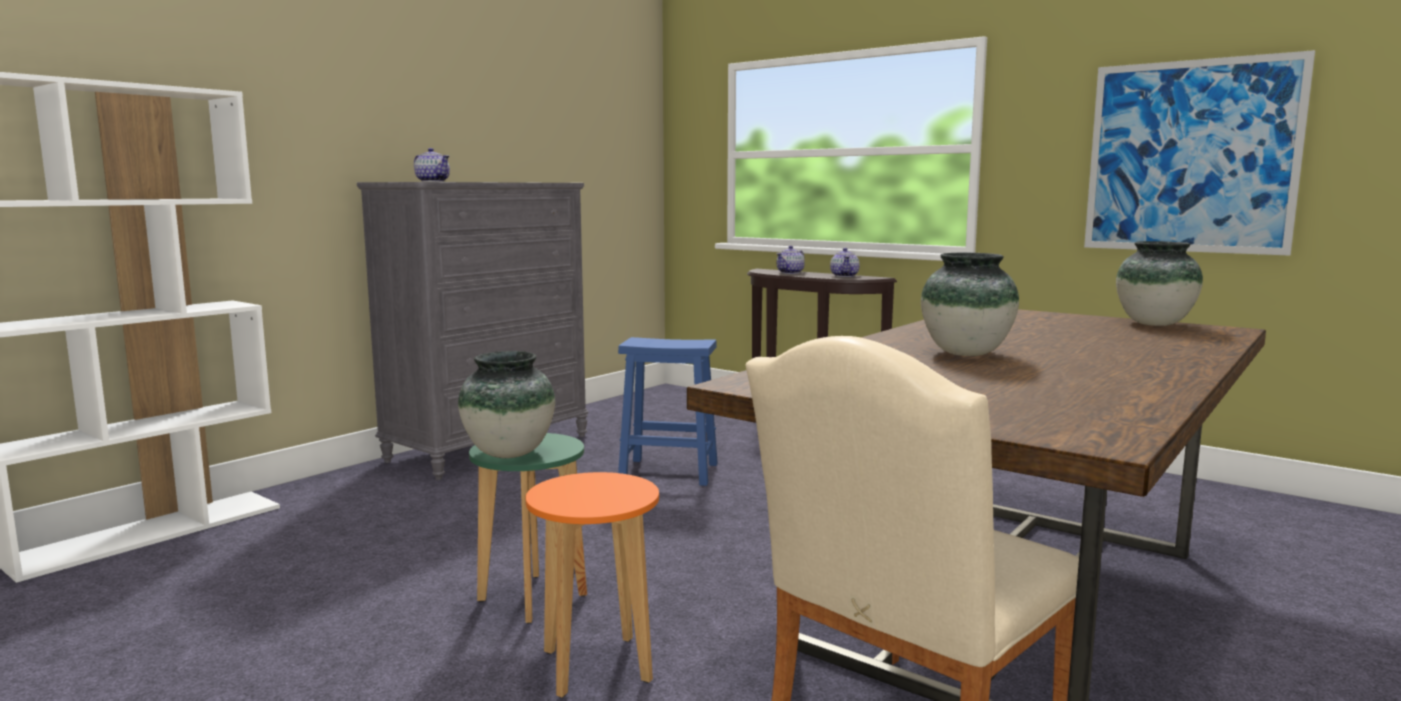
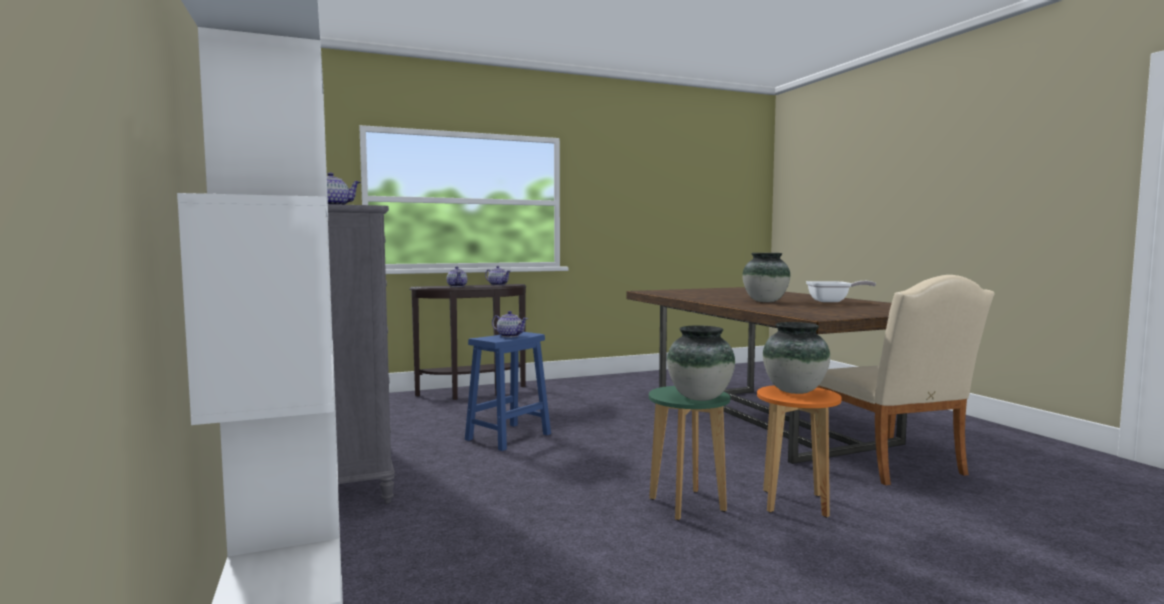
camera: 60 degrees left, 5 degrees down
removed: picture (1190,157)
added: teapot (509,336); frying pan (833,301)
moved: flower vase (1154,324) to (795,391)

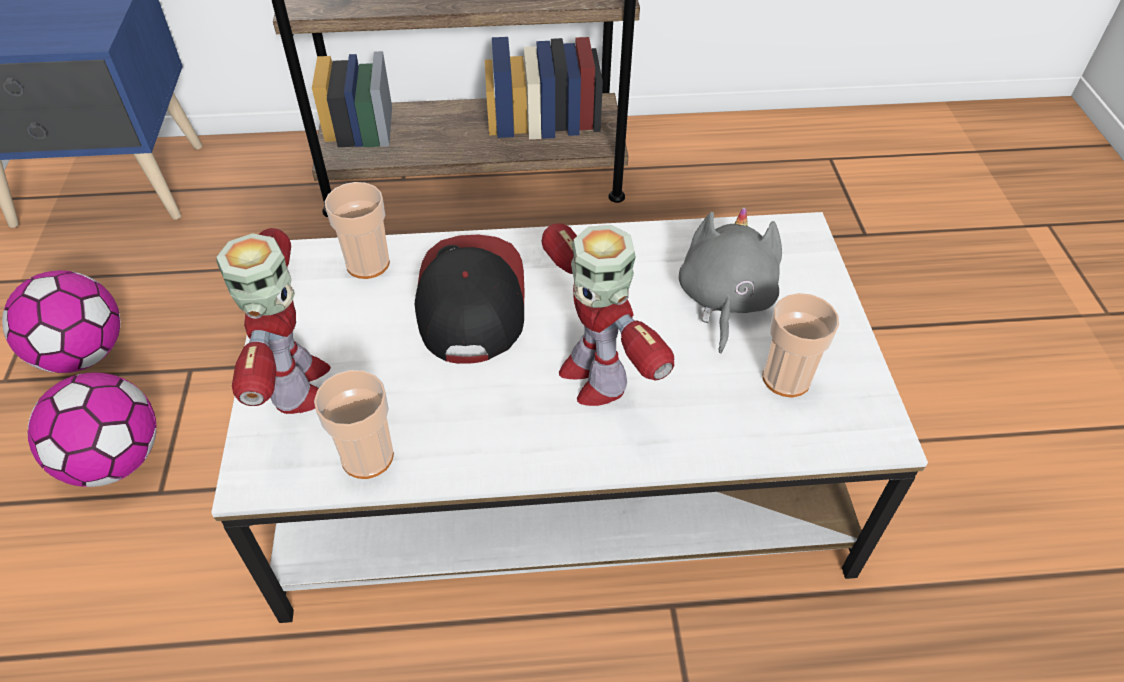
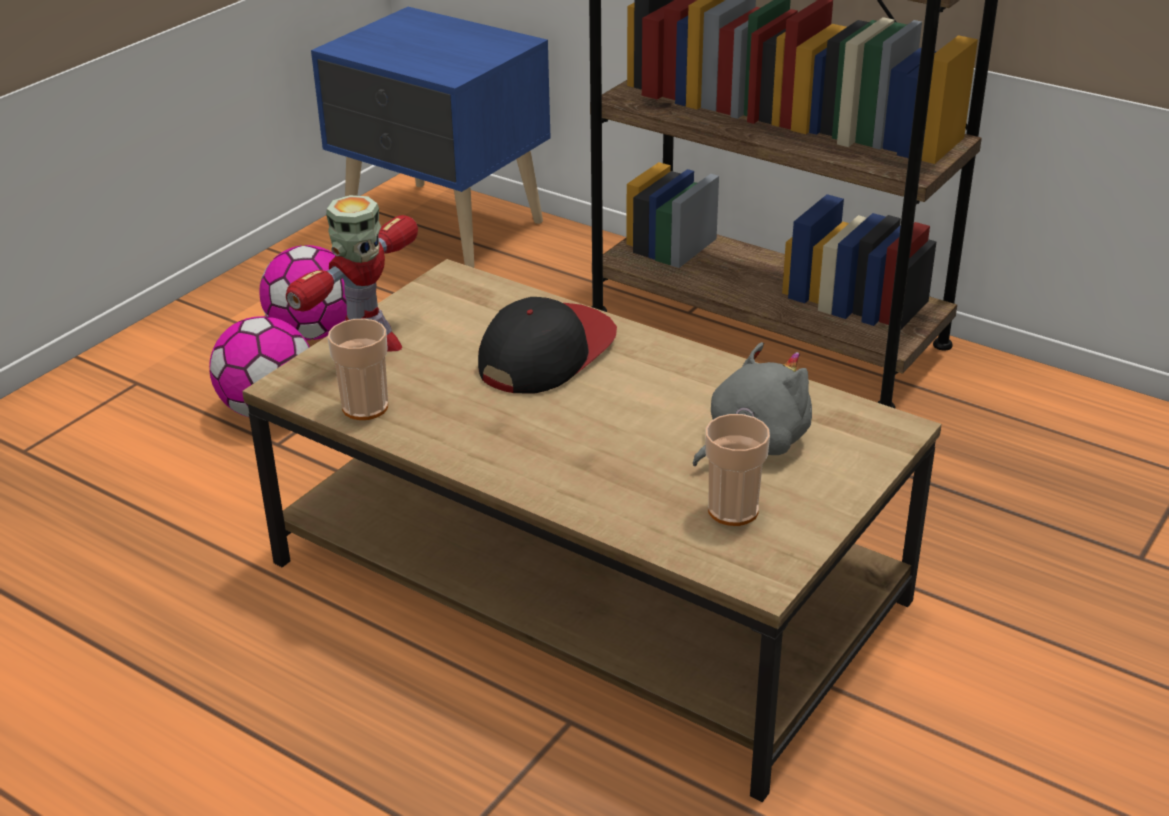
camera: 40 degrees right, 15 degrees down
removed: small cup (367,263); model robot (593,376)
recoloured: white coffee table (556,468) to brown coffee table (582,580)

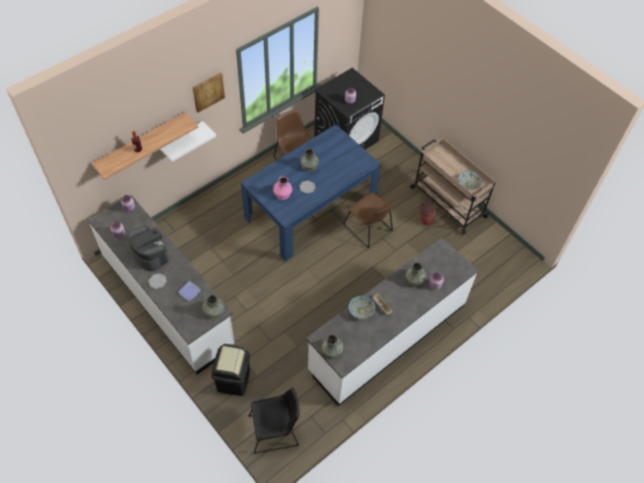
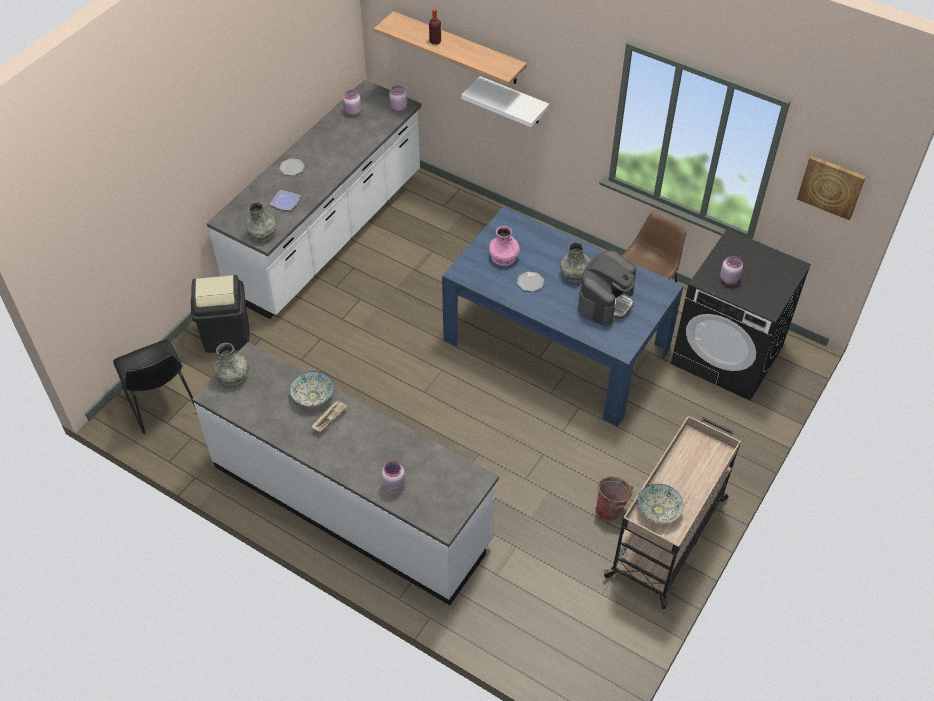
camera: 75 degrees right, 5 degrees down
removed: brown upright chair (369,229); grey flower vase (414,279)
moved: coffee maker (150,254) to (605,301); picture (208,91) to (831,186)

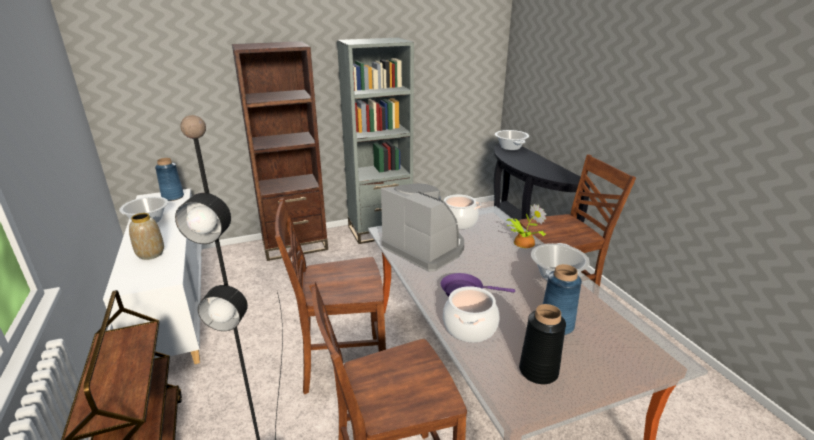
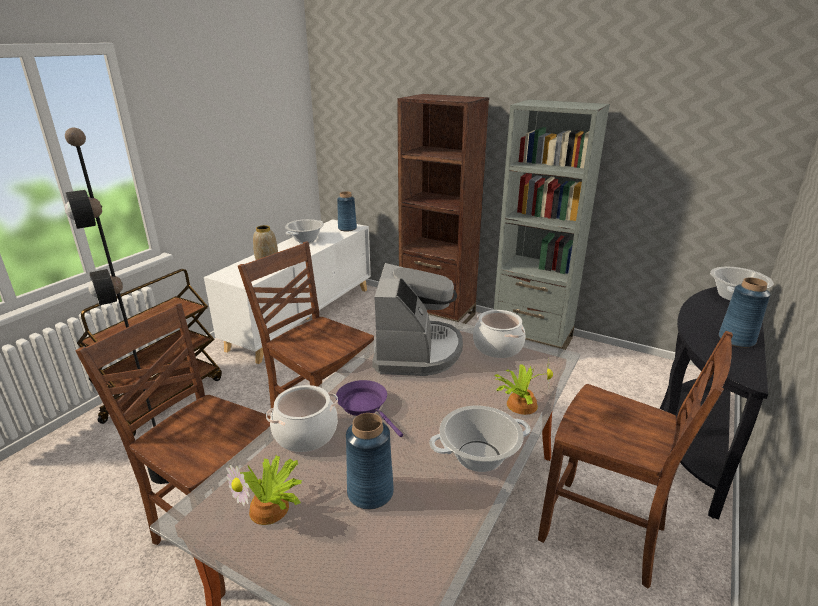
camera: 50 degrees right, 0 degrees up
added: blue-coloured flower vase (736,340)
replaced: black-coloured flower vase (538,371) to potted plant (272,508)

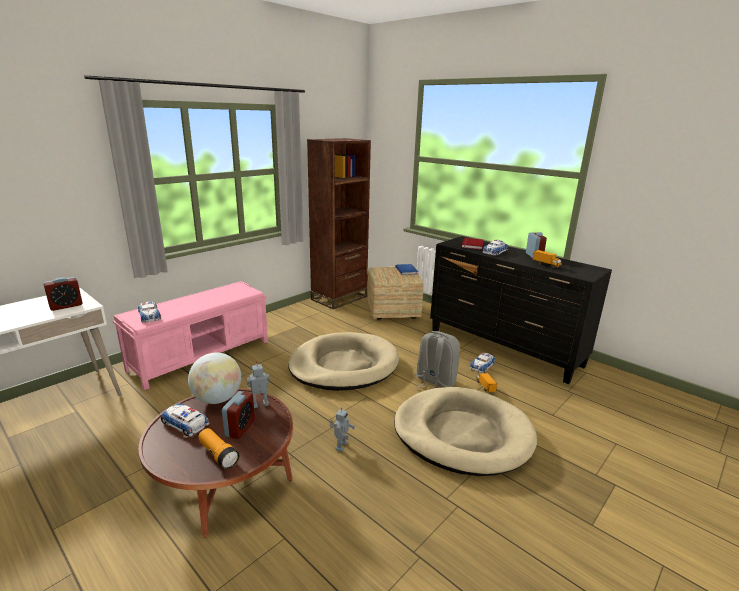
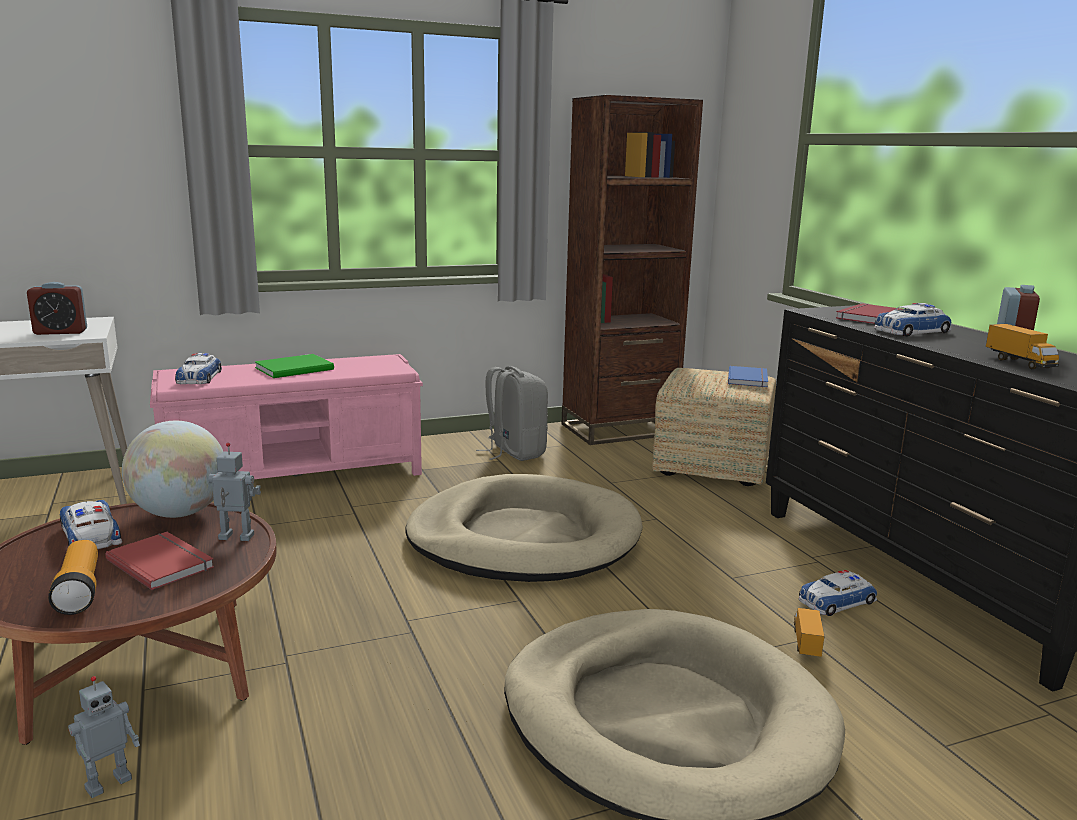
camera: 25 degrees right, 5 degrees down
added: green-coloured book (297,368)
moved: model robot (340,446) to (108,783); grey rucksack (435,382) to (514,452)
replaced: bedside clock (240,428) to red-coloured book (163,562)

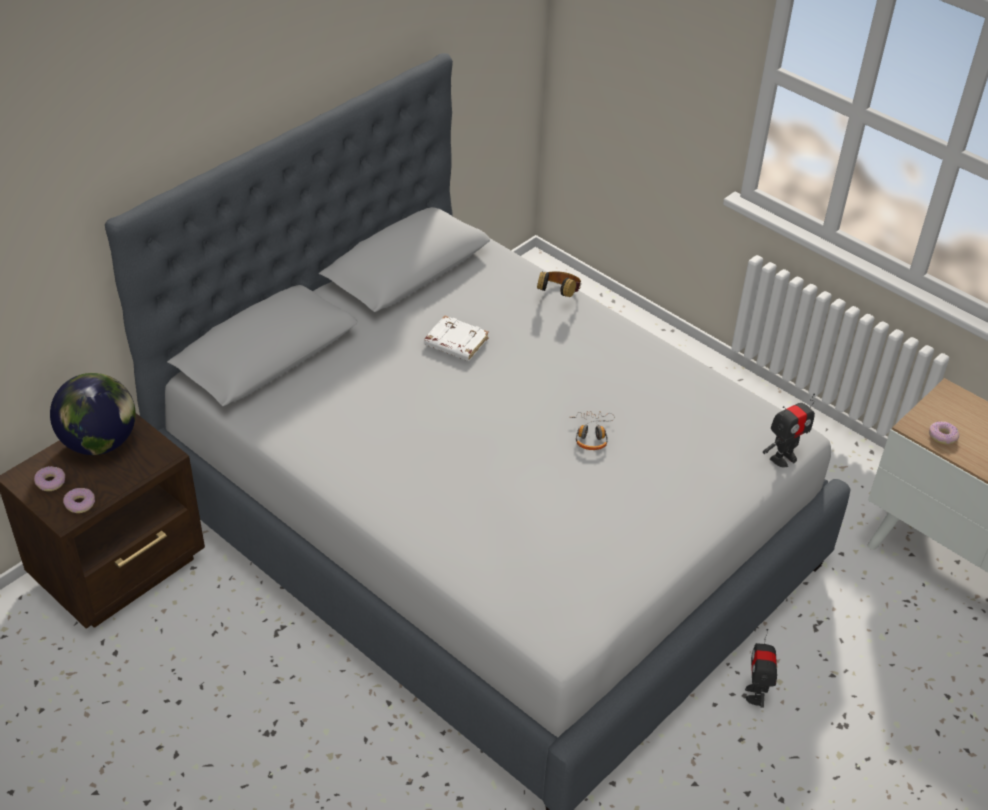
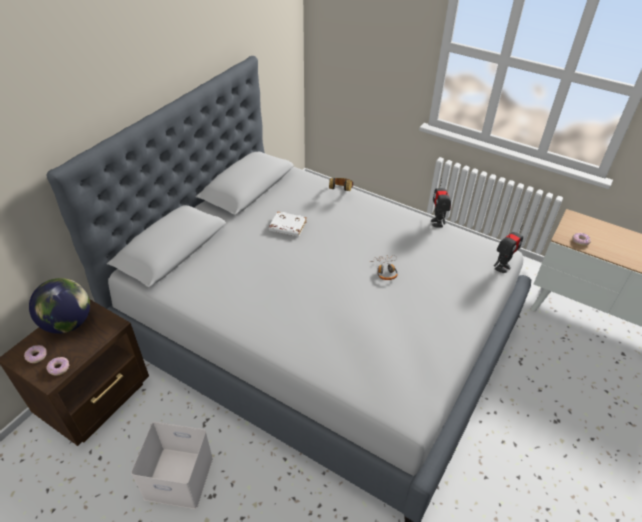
camera: 10 degrees left, 0 degrees up
added: white storage box (180,476)
moved: model robot (756,694) to (437,223)

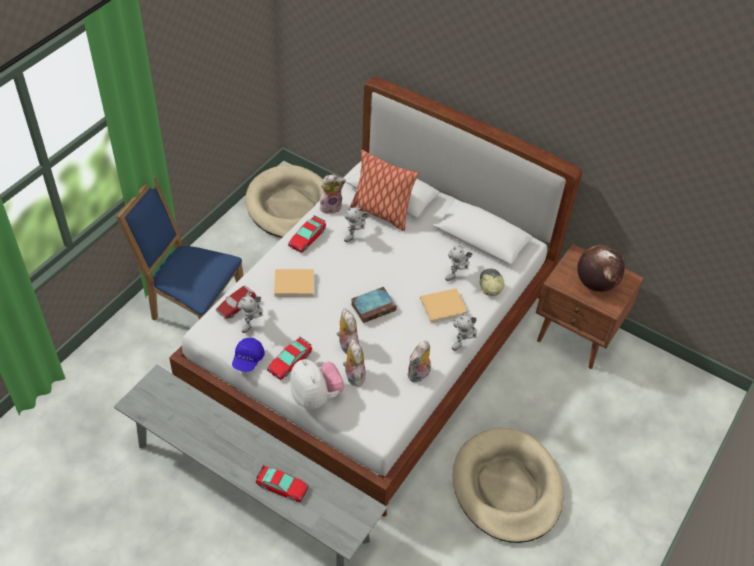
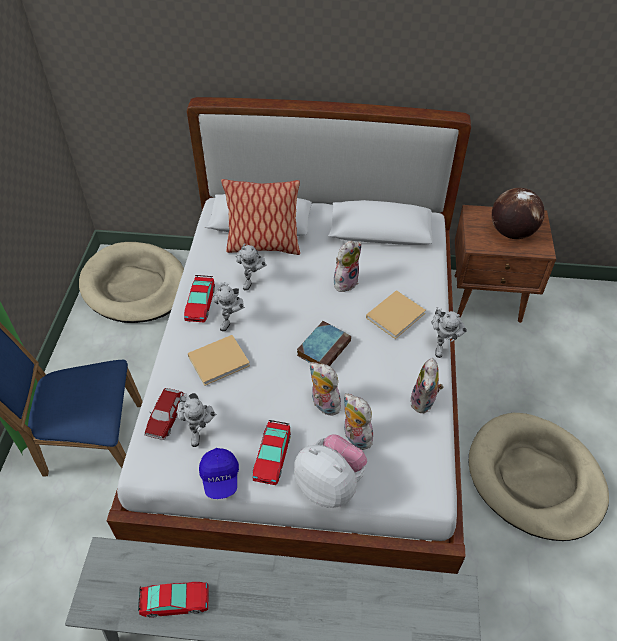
camera: 25 degrees left, 0 degrees up
removed: peaked cap (490,284)
moved: toy car (282,486) to (175,601); plush toy (331,206) to (345,281); model robot (458,275) to (232,319)

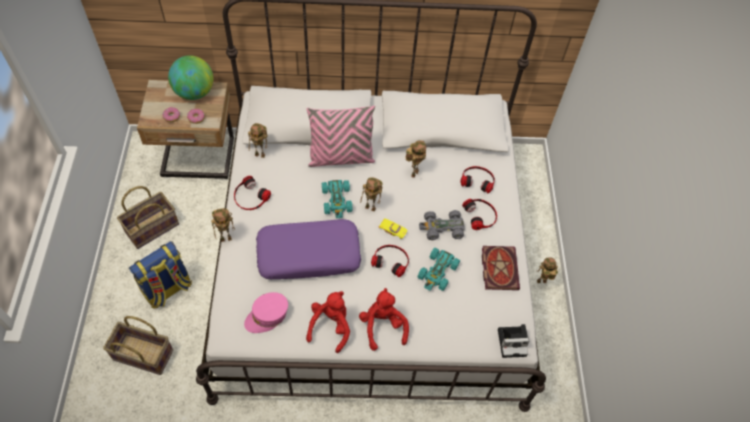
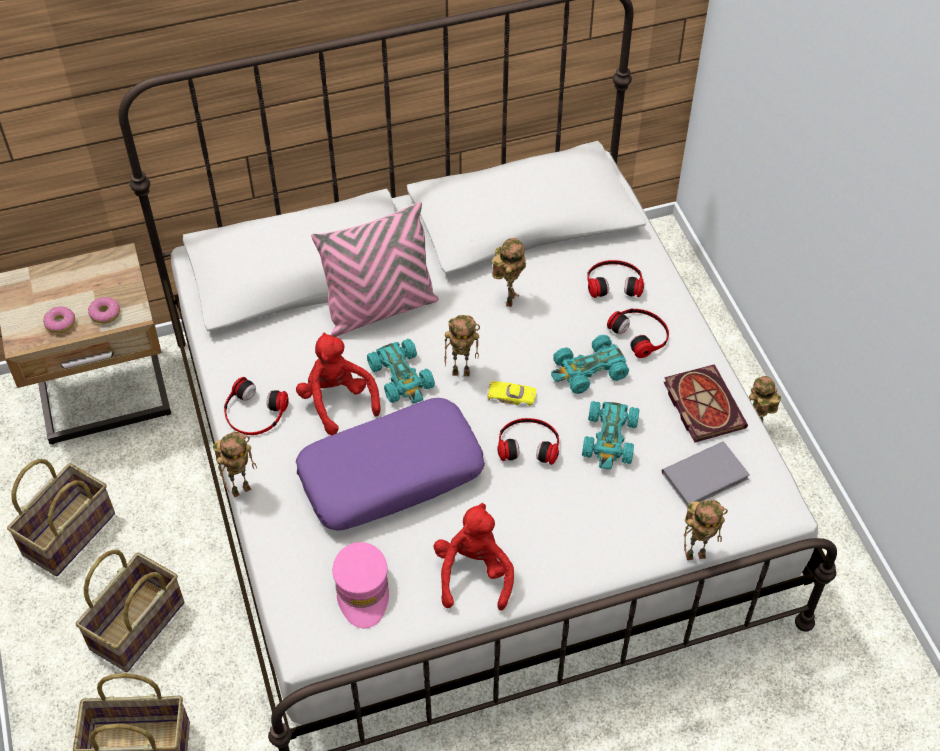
camera: 15 degrees left, 5 degrees down
removed: world globe (194,92); still camera (513,342)
added: grey book (706,477)
moved: model robot (261,154) to (696,554); red-coloured plush toy (383,326) to (337,401)
replaced: rucksack (167,289) to storage basket (138,627)
recoloured: grey toy car (442,228) to blue-green toy car (589,371)
turned: pinkish peaked cap (267,316) = (362,590) 45 degrees counterclockwise

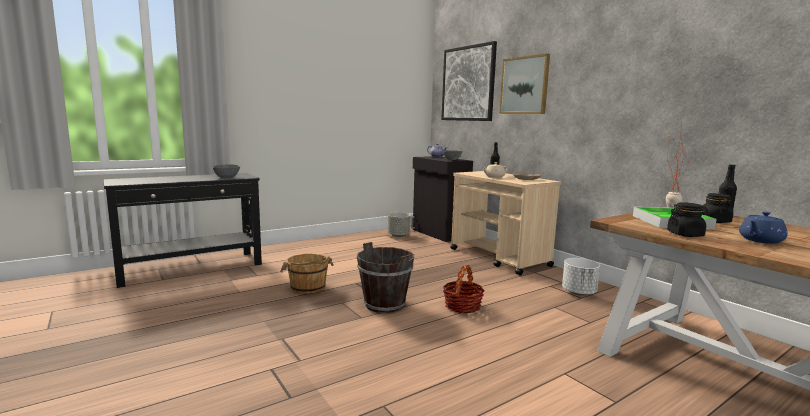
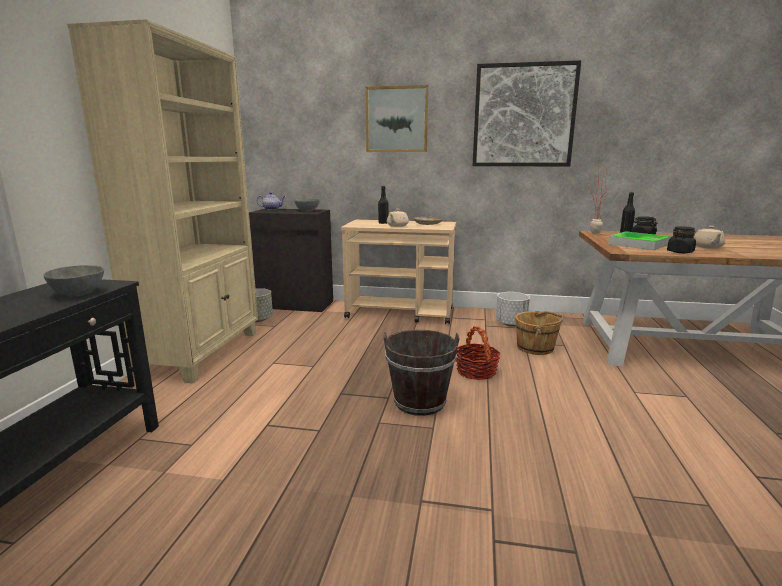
camera: 45 degrees left, 5 degrees up
added: sand-coloured shelving unit (202,352)
moved: brown water bucket (308,288) to (536,348); picture (468,84) to (523,116)
recoloured: blue-coloured teapot (760,240) to sand-coloured teapot (707,247)

